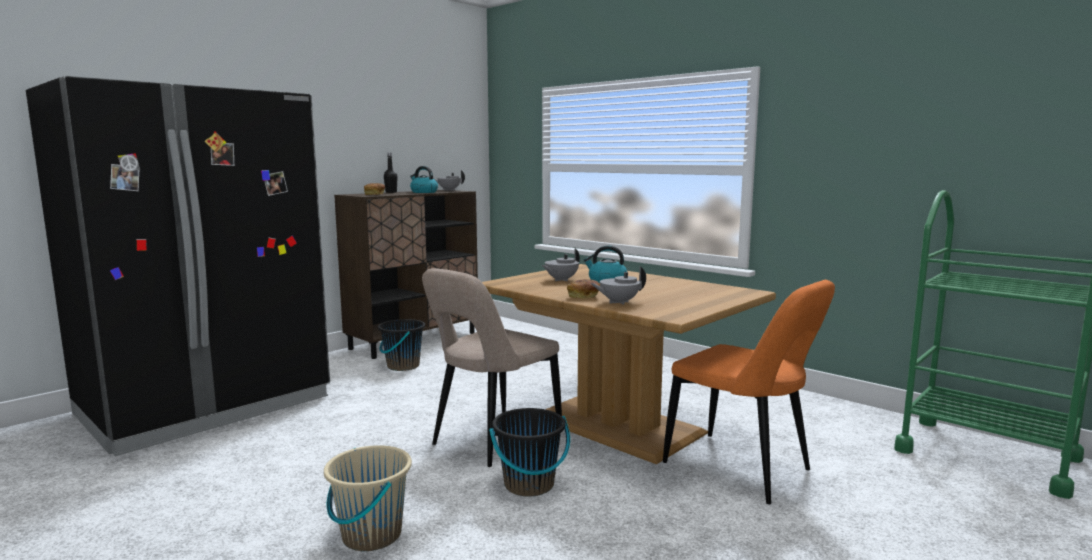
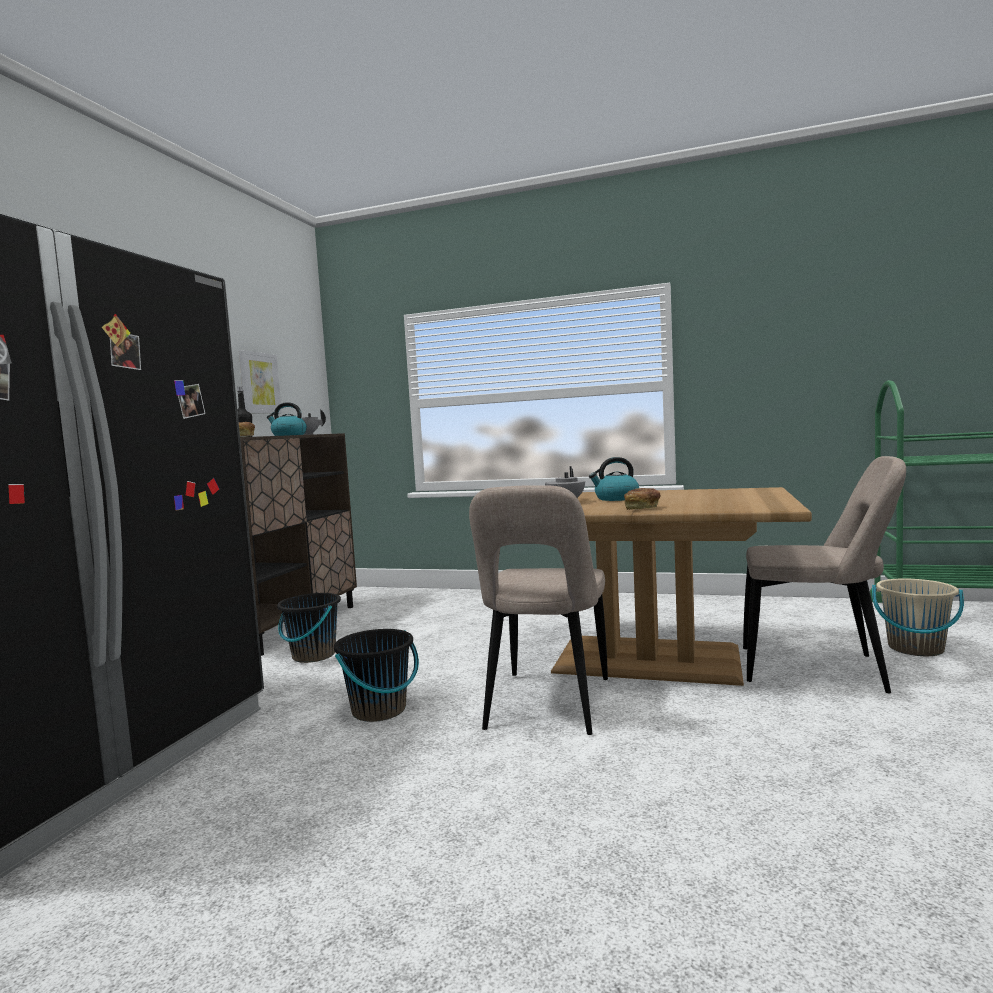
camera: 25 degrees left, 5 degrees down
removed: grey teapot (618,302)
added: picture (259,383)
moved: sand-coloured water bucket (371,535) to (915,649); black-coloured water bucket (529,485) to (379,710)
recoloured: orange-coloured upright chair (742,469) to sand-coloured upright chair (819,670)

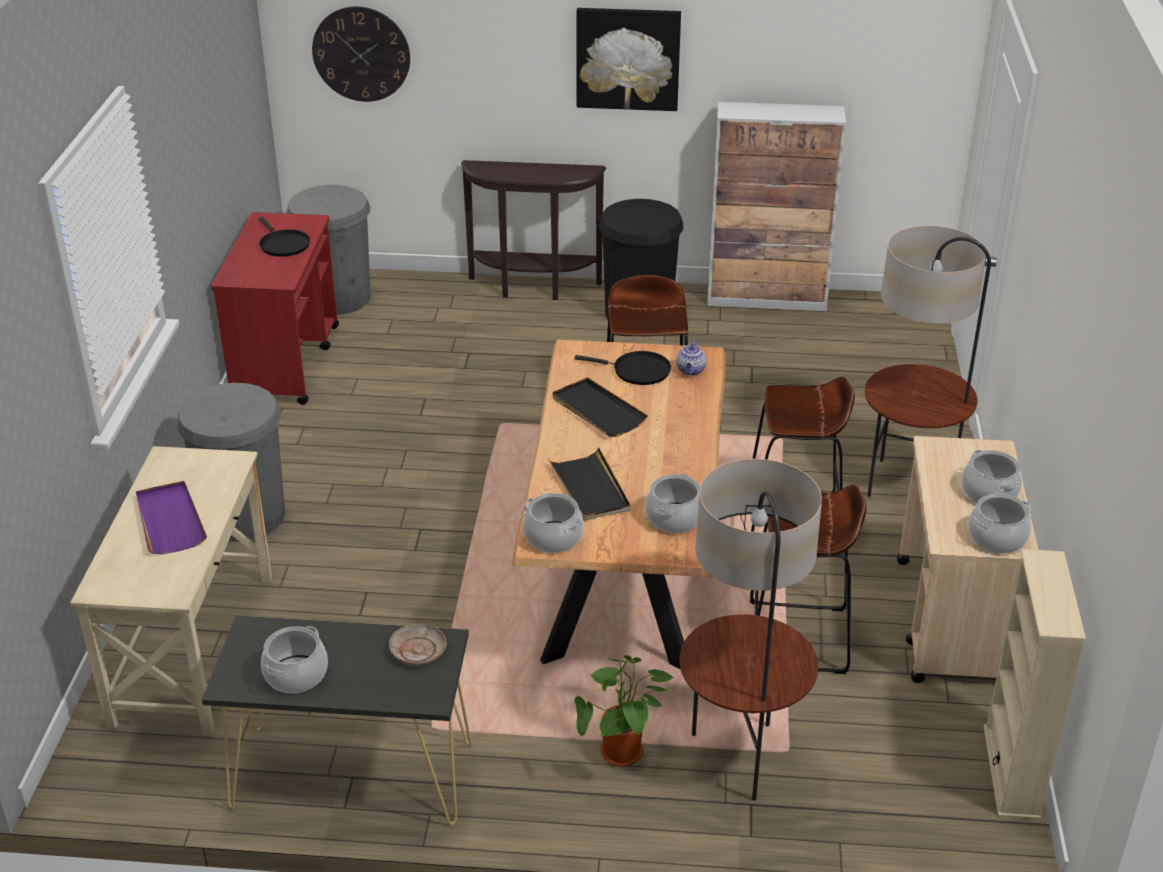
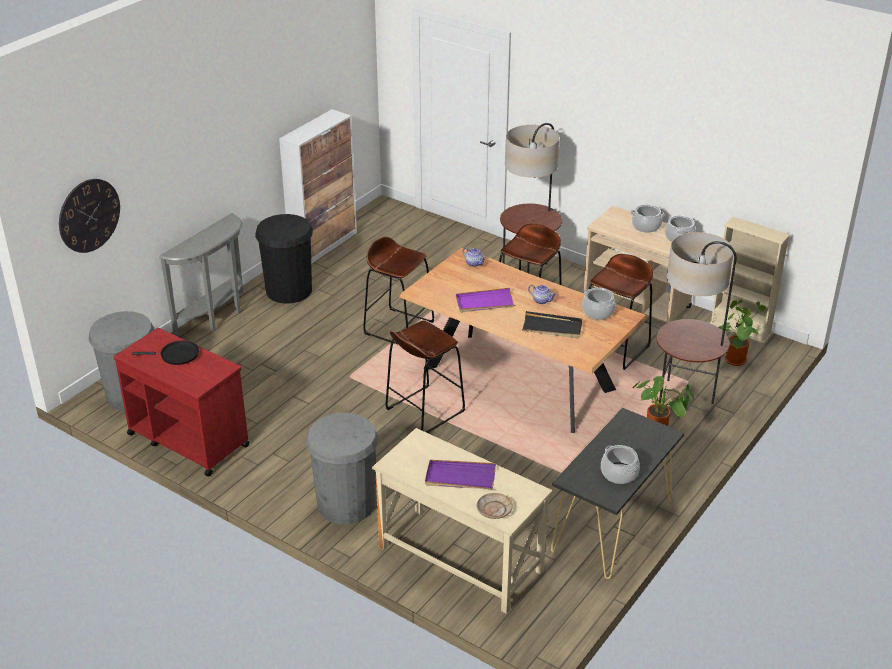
camera: 60 degrees left, 0 degrees up
removed: saucepot (553,537); black-coloured frying pan (637,371); picture (628,58)
added: brown sitting stool (424,410); teapot (542,300); potted plant (734,359)
moved: sand-coloured dinner plate (418,651) to (494,510)
recoloured: brown console table (533,288) to grey console table (217,316); black-coloured serving tray (598,411) to purple serving tray (485,302)

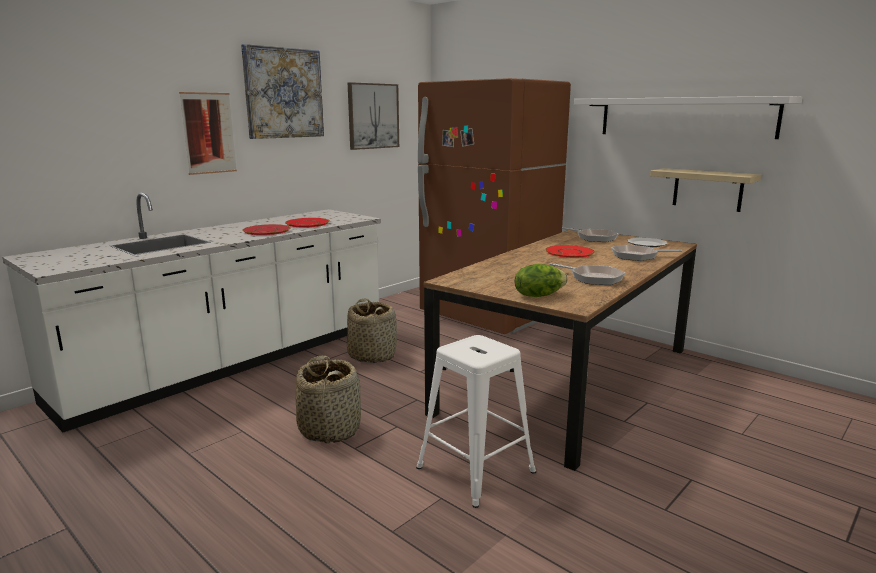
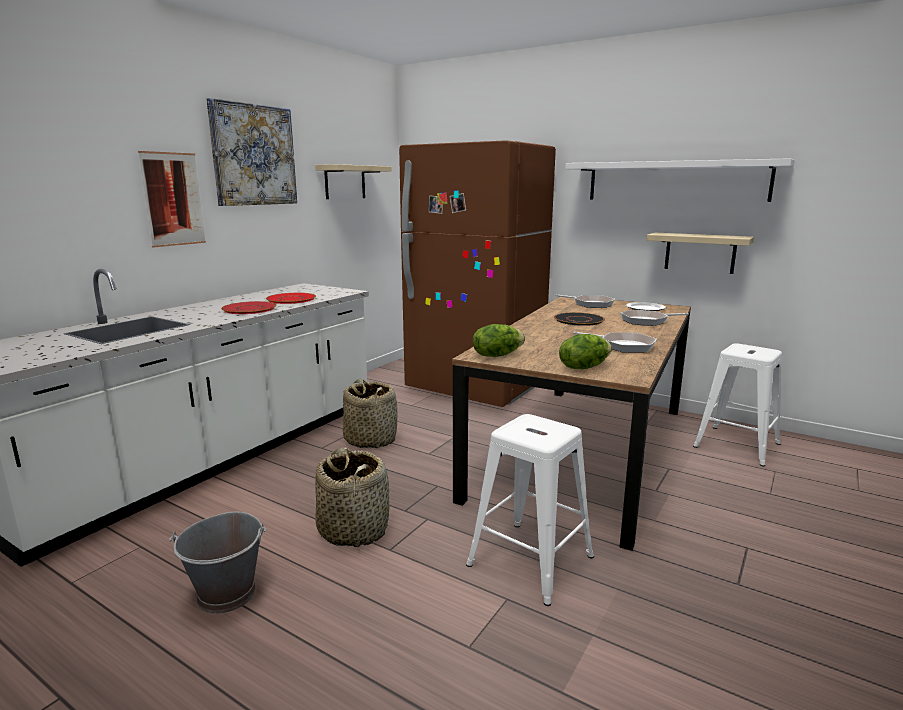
camera: 10 degrees left, 0 degrees up
added: grey water bucket (227,594); head of lettuce (497,355); white sitting stool (737,445)
replaced: picture (373,116) to sand-coloured shelf (345,182)
recoloured: red-coloured dinner plate (569,252) to black-coloured dinner plate (578,320)

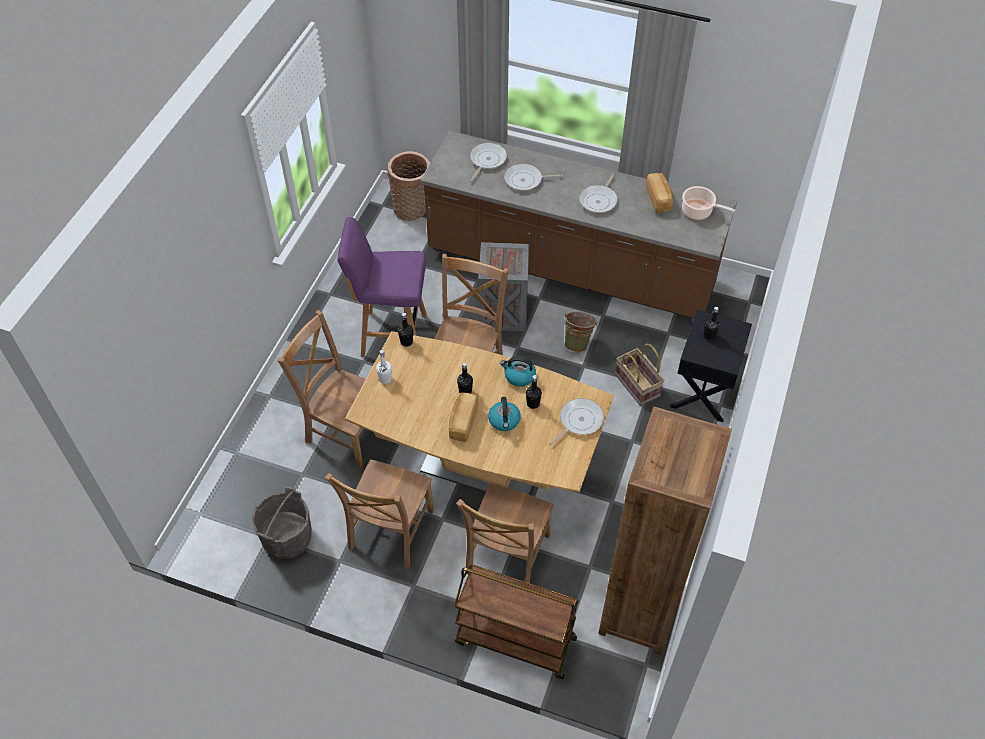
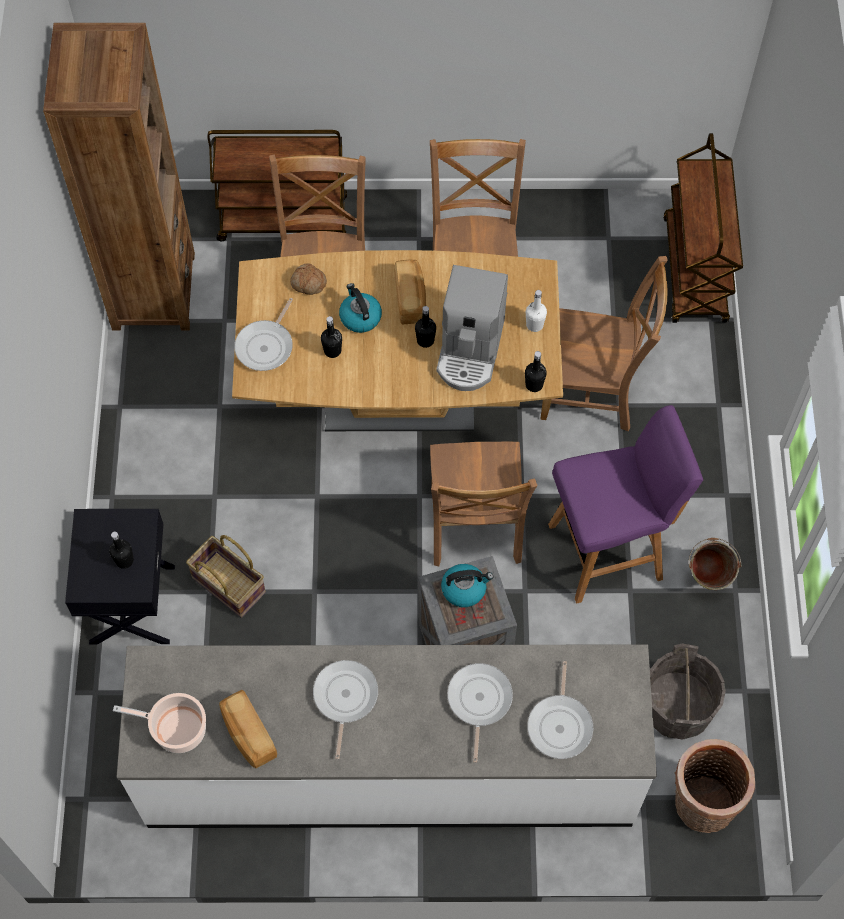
camera: 160 degrees right, 10 degrees up
added: bakery bread (308,283); coffee maker (470,350); brown wheeled cart (695,271)
moved: grey water bucket (287,538) to (677,708); tea kettle (519,376) to (464,589); green-coloured water bucket (578,342) to (706,580)
recoloured: brown counter (570,269) to white counter (390,767)
turned: frying pan (525,180) = (478,701) 60 degrees counterclockwise

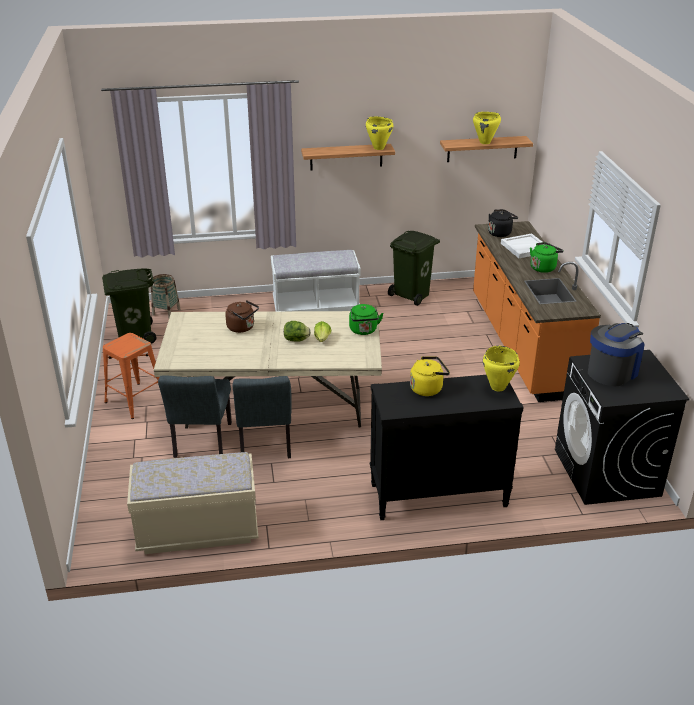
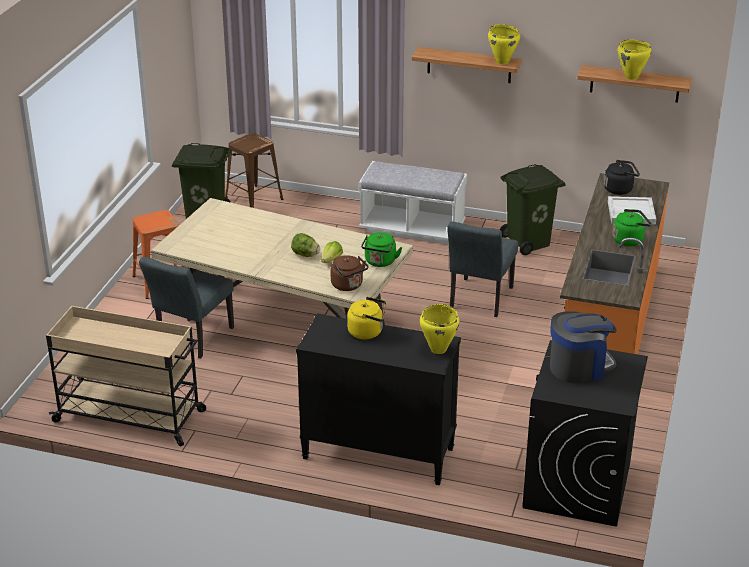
camera: 25 degrees right, 0 degrees up
moved: brown tea kettle (242,328) to (348,286); grey upright chair (265,445) to (479,300)
replaced: sand-coloured long seat (198,531) to sand-coloured wheeled cart (131,416); storage basket (166,312) to brown sitting stool (253,199)

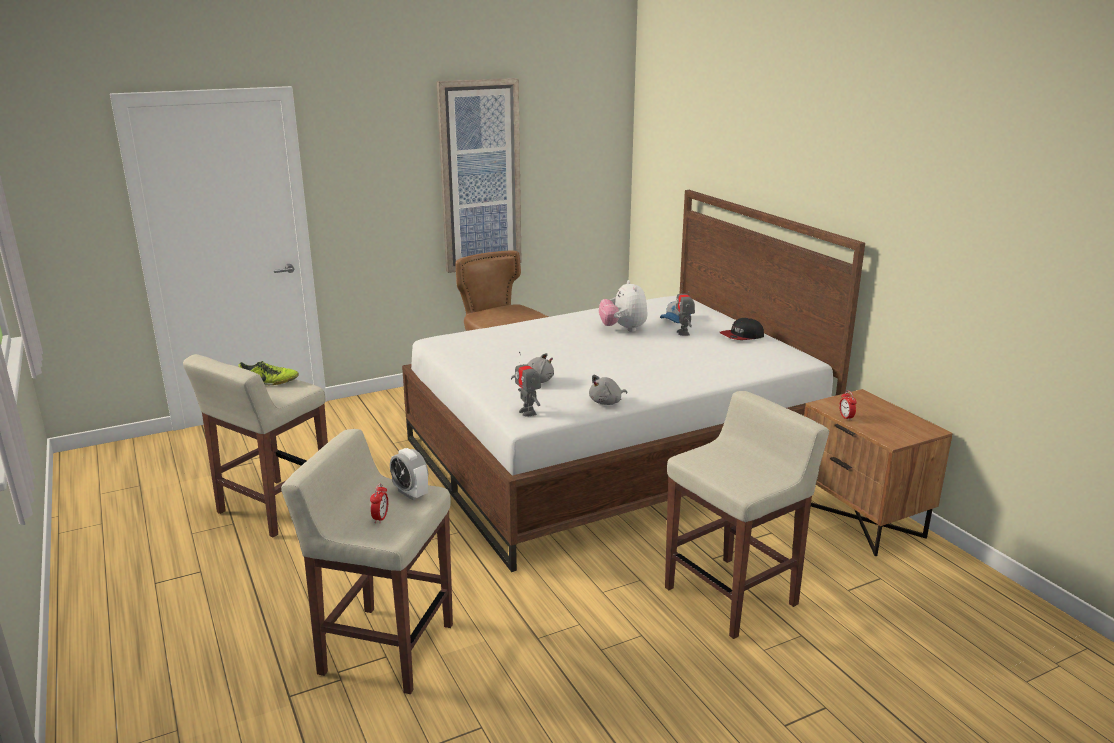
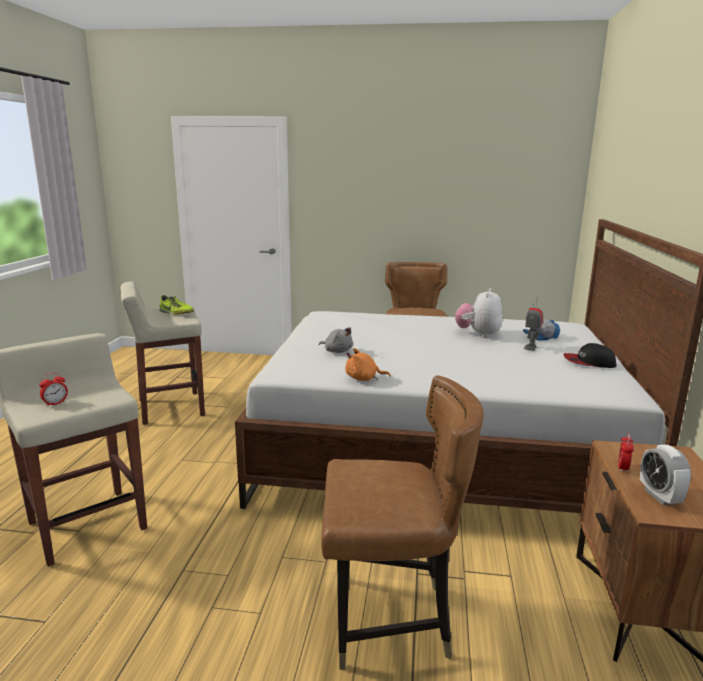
camera: 35 degrees right, 5 degrees down
removed: picture (480,176); model robot (528,412)
moved: bedside clock (410,493) to (659,496)
replaced: sand-coloured sitting stool (732,596) to brown upright chair (390,620)
recoloured: grey plush toy (607,402) to orange-coloured plush toy (363,379)

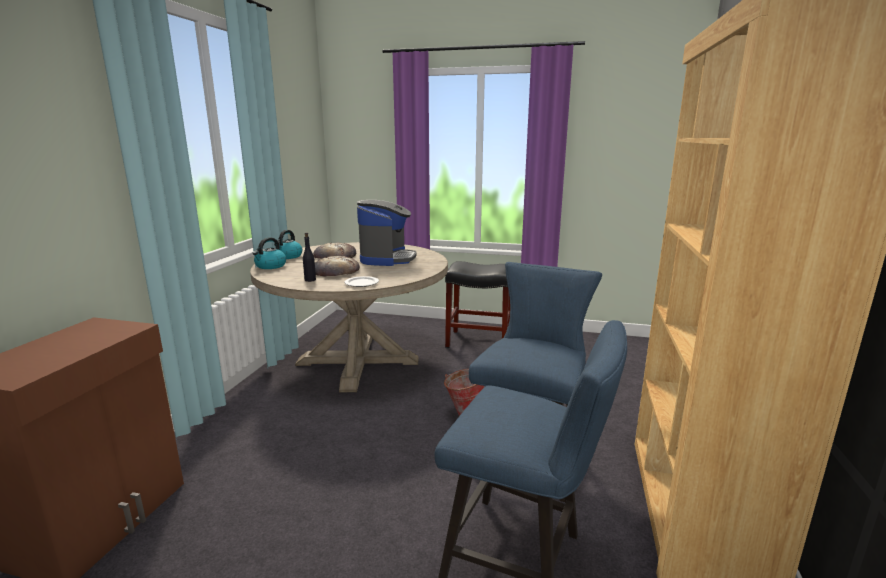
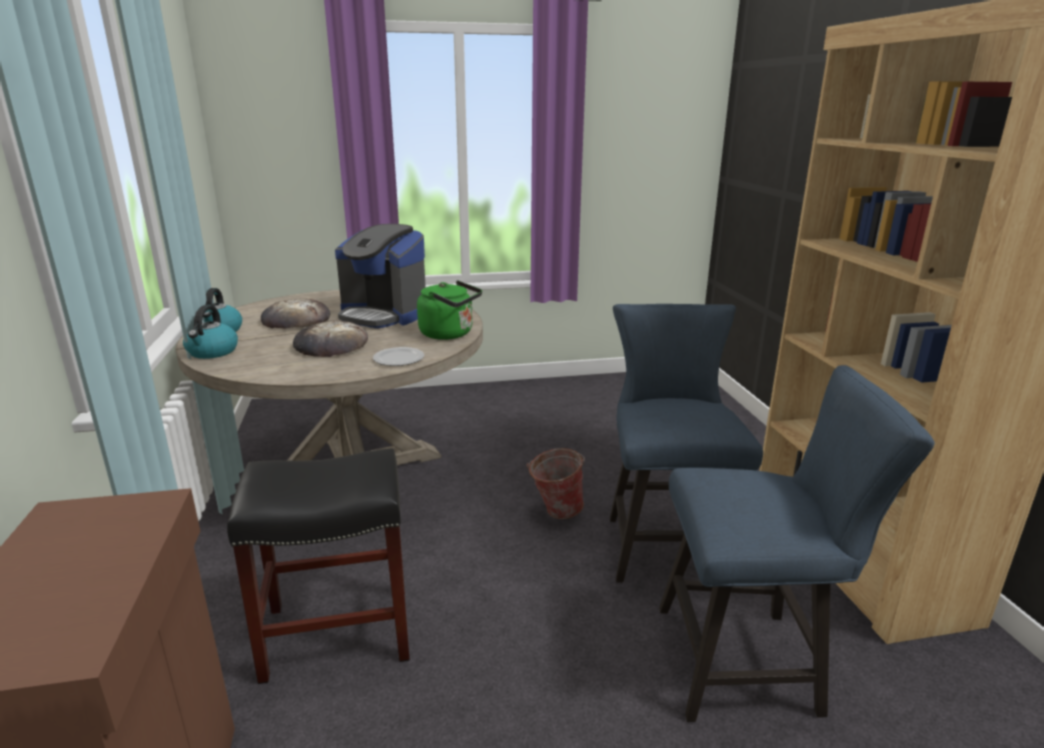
camera: 25 degrees left, 5 degrees up
removed: black-coloured drink bottle (310,280)
added: green-coloured tea kettle (450,334)
moved: black-coloured sitting stool (477,341) to (336,633)
turned: coffee maker (387,259) = (383,315) 135 degrees clockwise

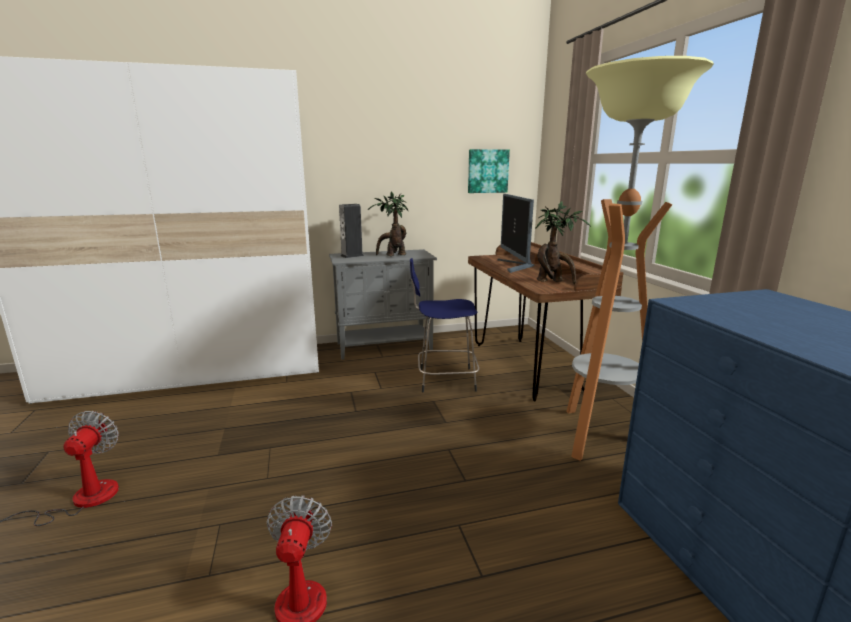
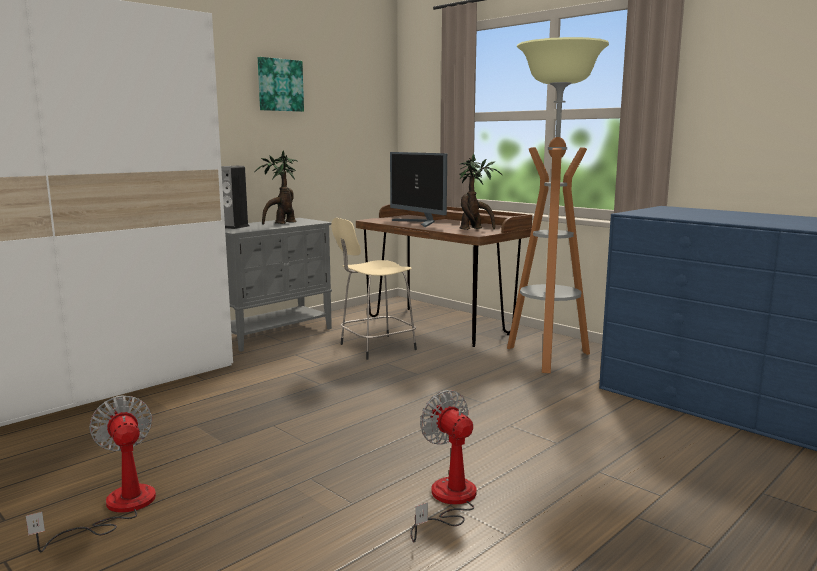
camera: 30 degrees left, 5 degrees down
moved: picture (487,171) to (279,85)
recoloured: blue-coloured sitting stool (444,379) to sand-coloured sitting stool (375,347)

